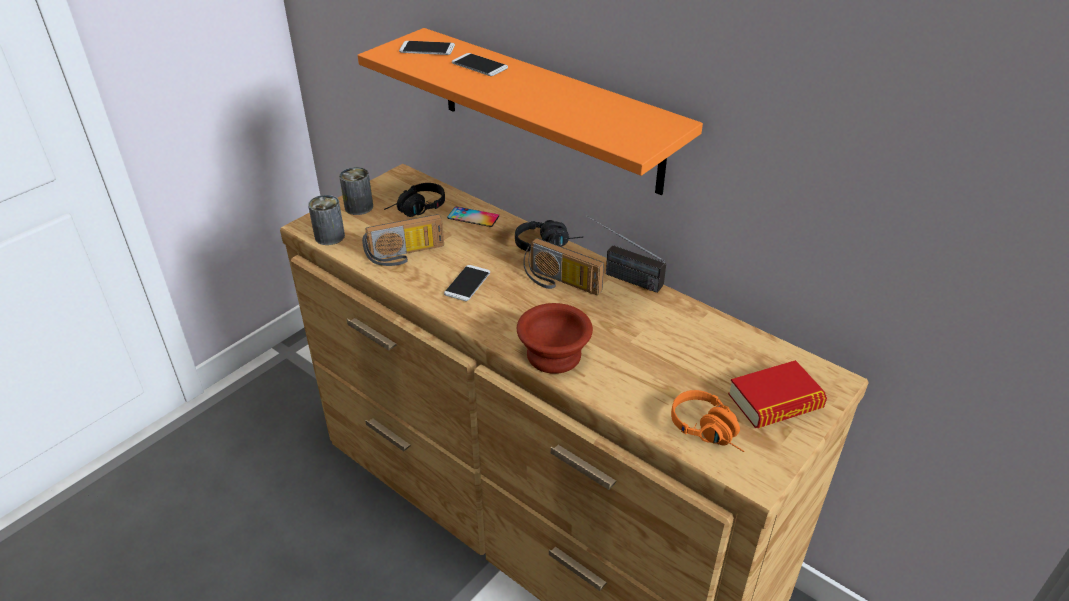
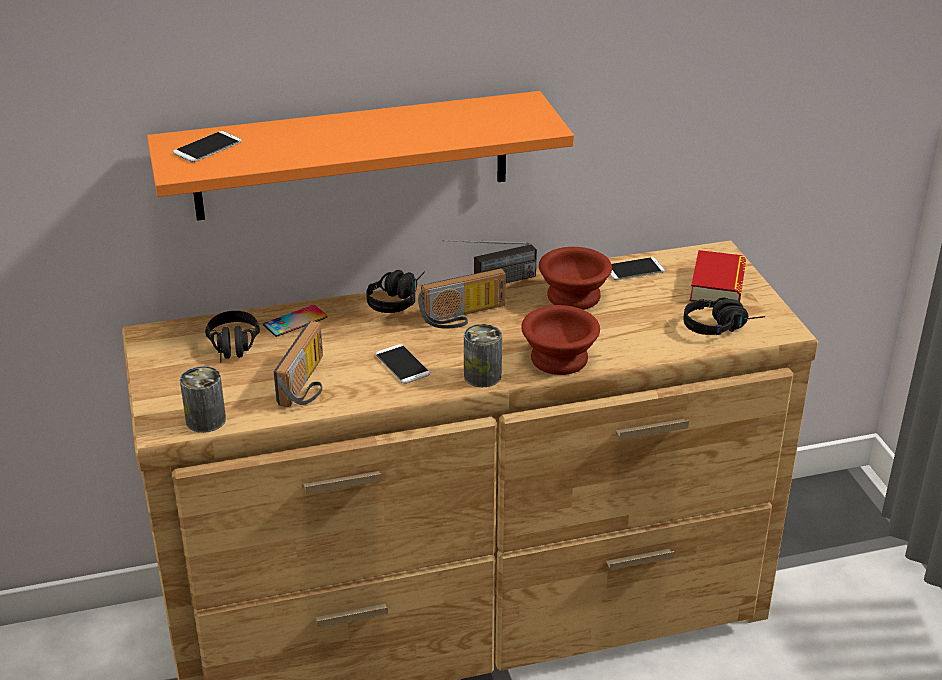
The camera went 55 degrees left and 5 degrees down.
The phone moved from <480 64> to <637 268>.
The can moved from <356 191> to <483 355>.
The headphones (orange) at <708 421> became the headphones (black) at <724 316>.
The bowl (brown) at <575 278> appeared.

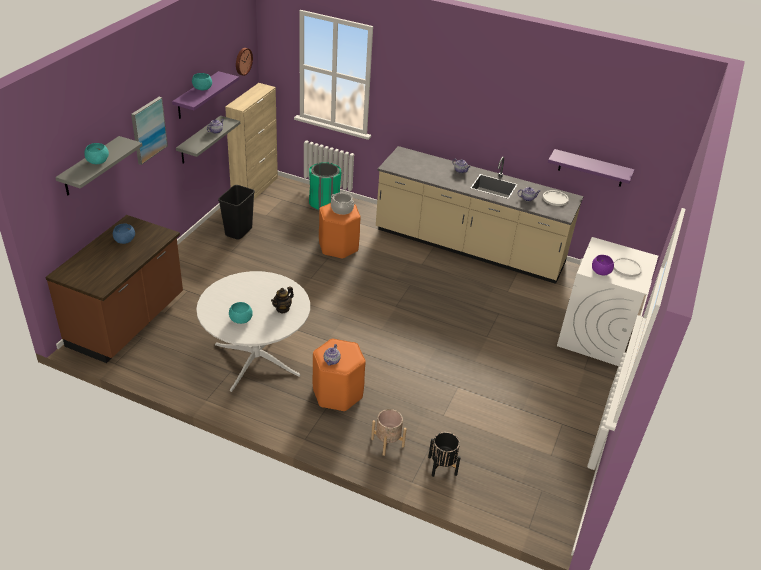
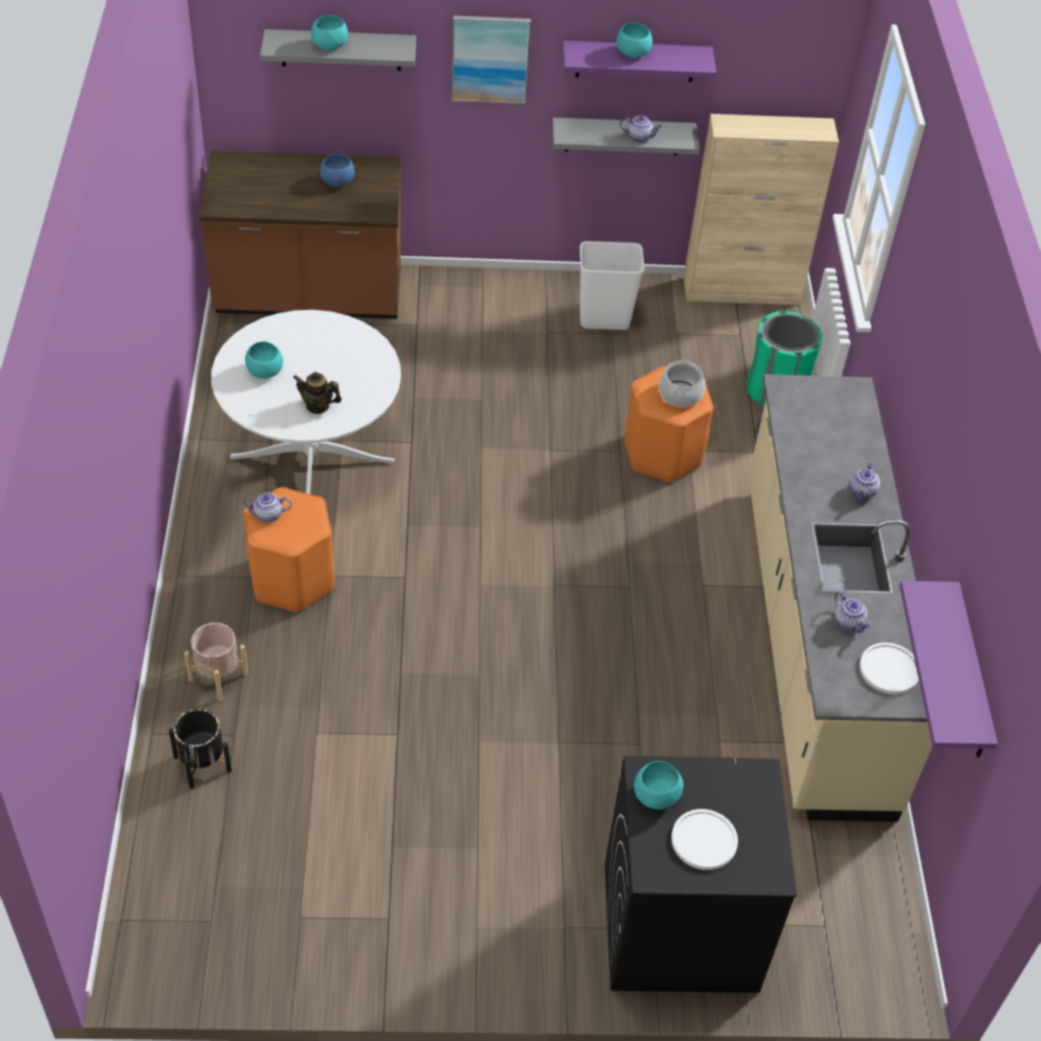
The camera went 65 degrees right and 10 degrees up.
The wall clock at <244 62> disappeared.
The trash can (black) at <236 212> became the trash can (white) at <612 285>.
The washing machine (white) at <607 301> became the washing machine (black) at <701 874>.
The bowl (purple) at <603 265> became the bowl (turquoise) at <659 785>.

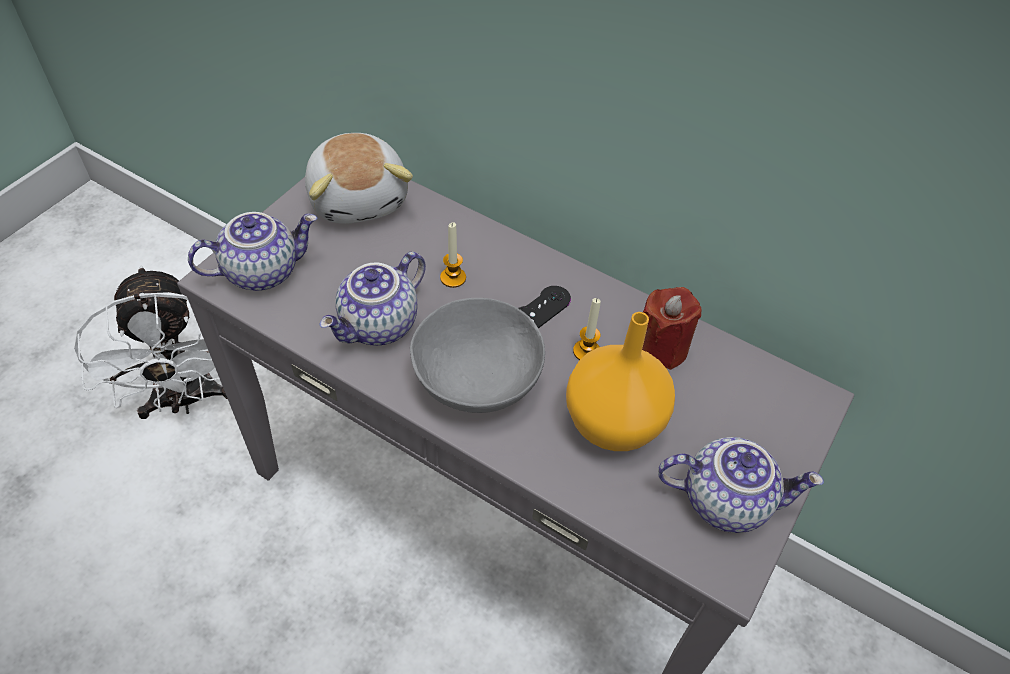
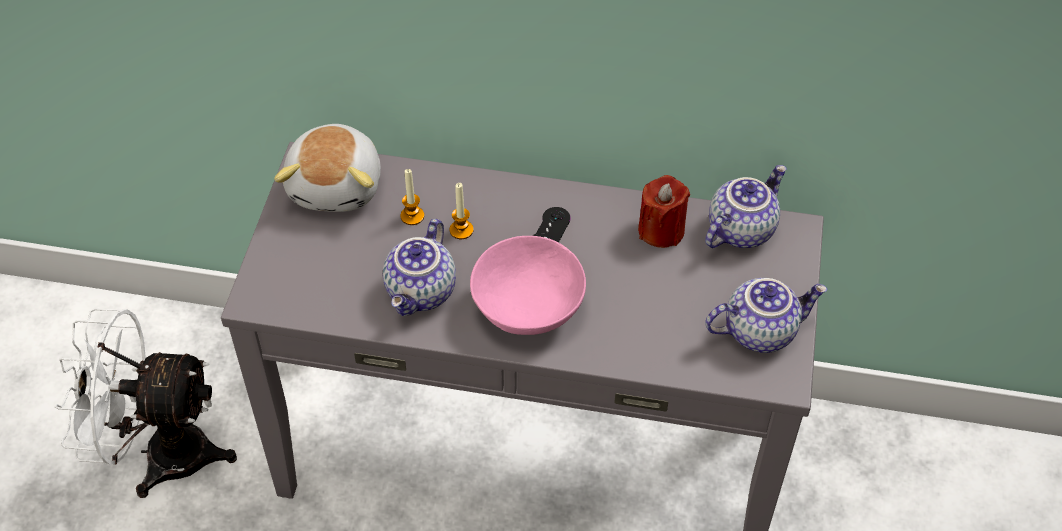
The camera went 20 degrees left and 0 degrees up.
The plush toy at <359 178> turned 45 degrees clockwise.
The teapot moved from <252 251> to <746 206>.
The fan (white) at <150 342> turned 135 degrees clockwise.
The bowl (grey) at <477 355> became the bowl (pink) at <528 285>.
The candle moved from <587 329> to <412 197>.
The vase (orange) at <620 381> disappeared.

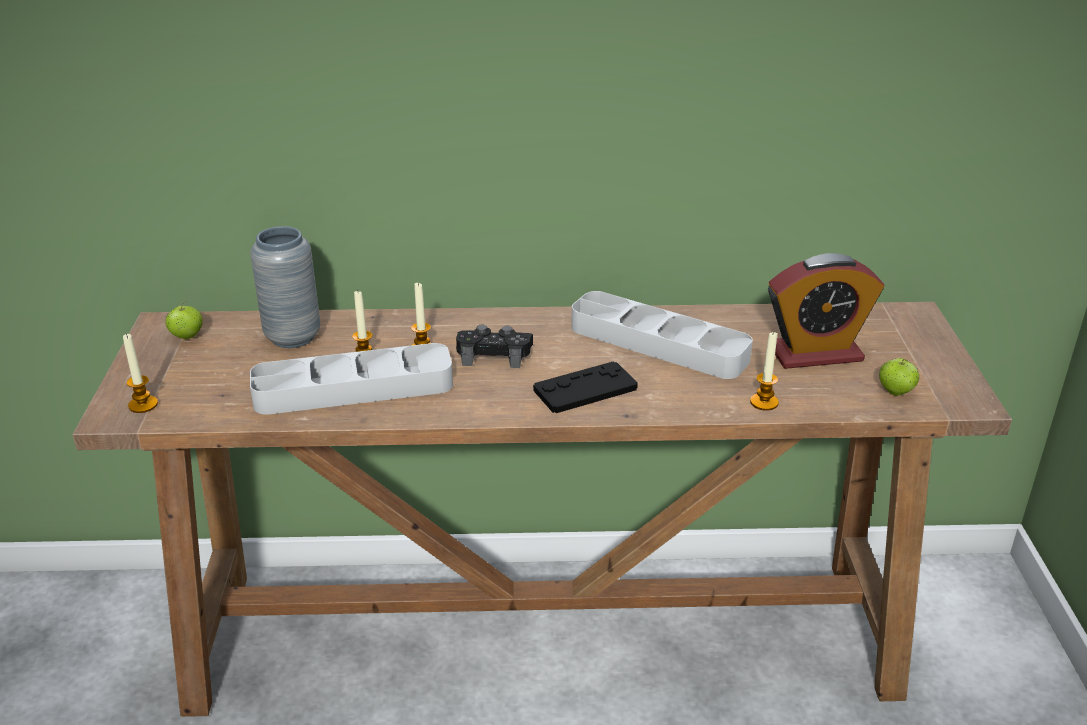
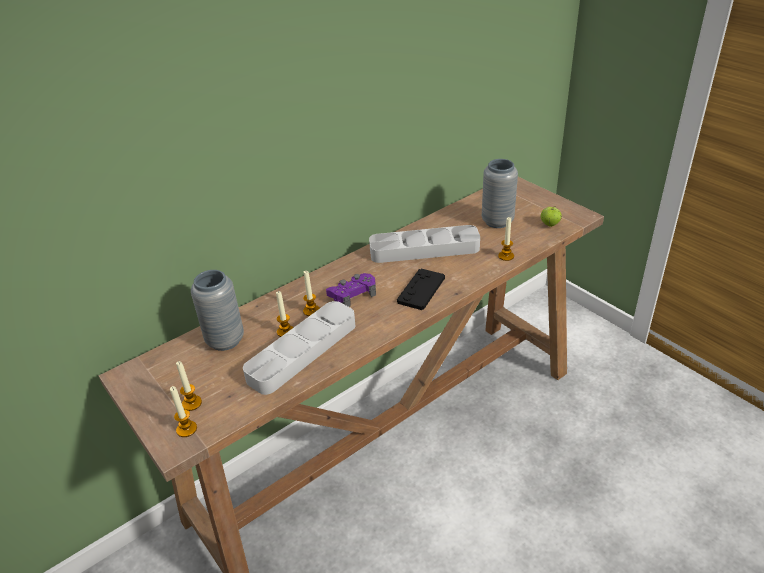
The camera went 35 degrees left and 5 degrees up.
The alarm clock at <826 311> was replaced by the vase (grey) at <500 193>.
The apple at <184 320> disappeared.
The game controller (black) at <494 346> became the game controller (purple) at <351 290>.
The candle at <189 386> appeared.

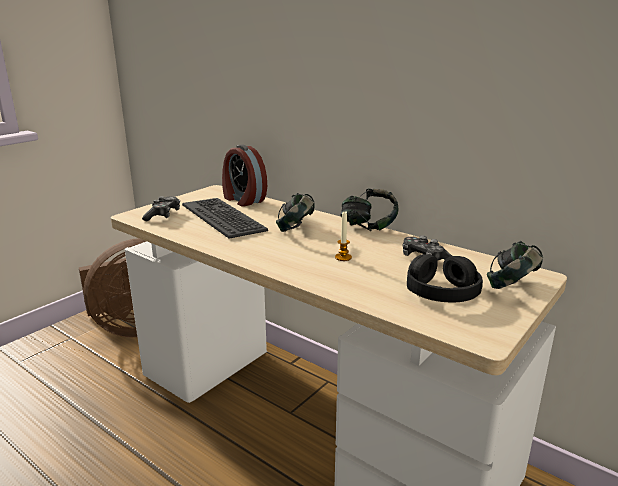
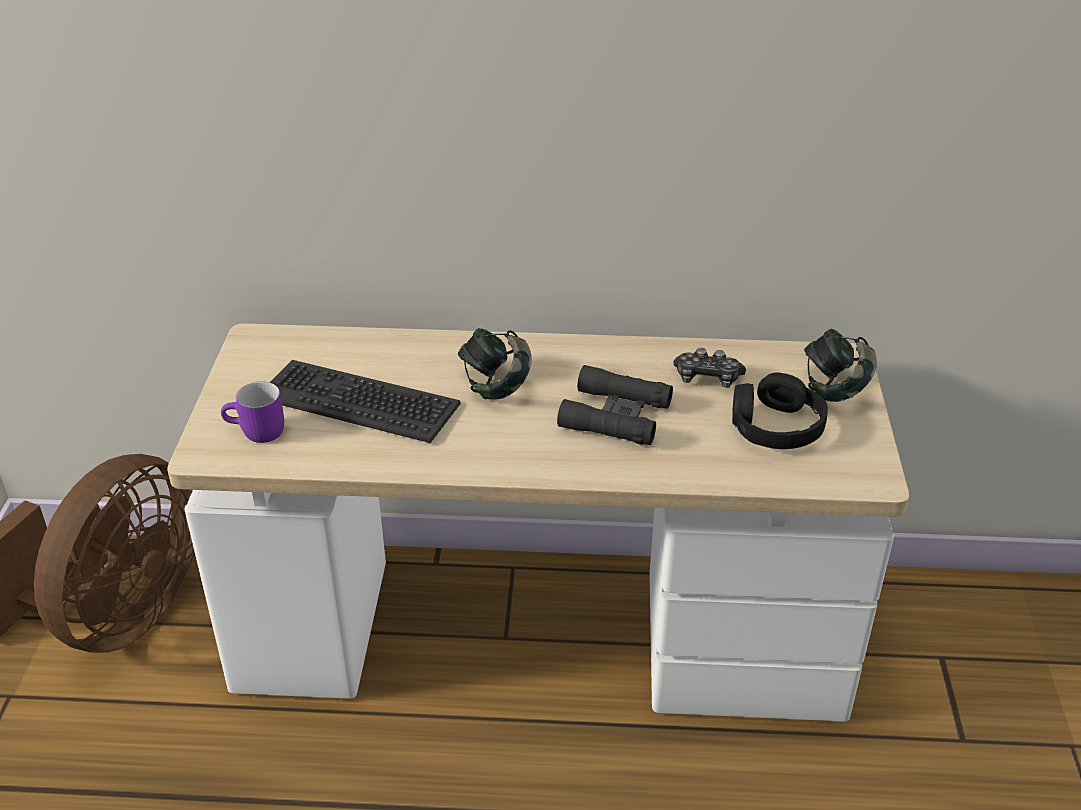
The camera went 35 degrees left and 15 degrees up.
The alarm clock at <244 175> disappeared.
The headphones at <369 210> disappeared.
The game controller at <161 208> was replaced by the mug (purple) at <252 412>.
The candle at <343 236> was replaced by the binoculars (black) at <615 405>.

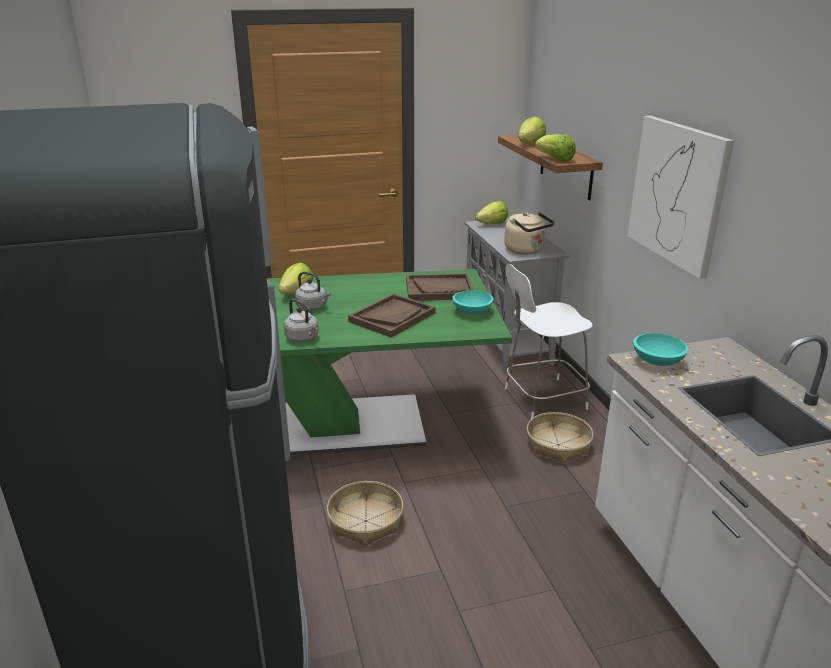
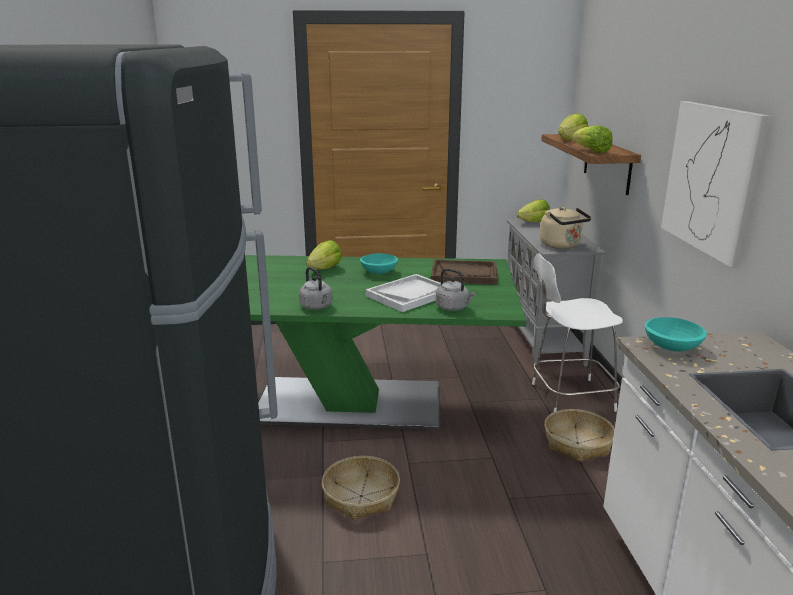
The camera went 10 degrees right and 5 degrees down.
The kettle (grey) moved from <313 291> to <456 289>.
The bowl (turquoise) moved from <473 302> to <379 263>.
The tray (brown) at <391 315> became the tray (white) at <403 293>.

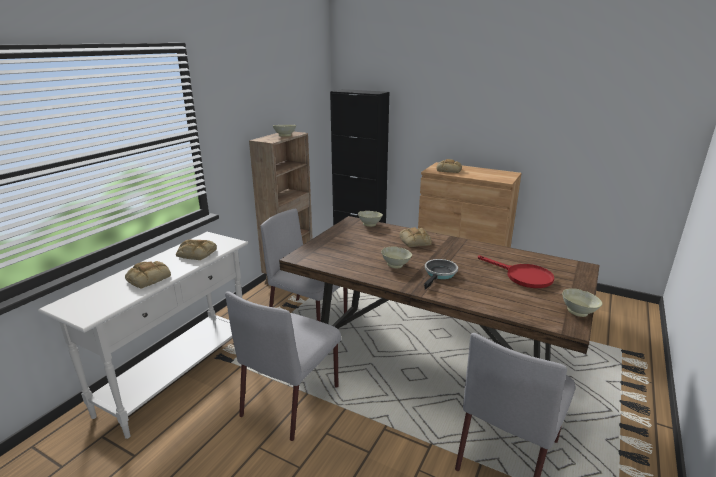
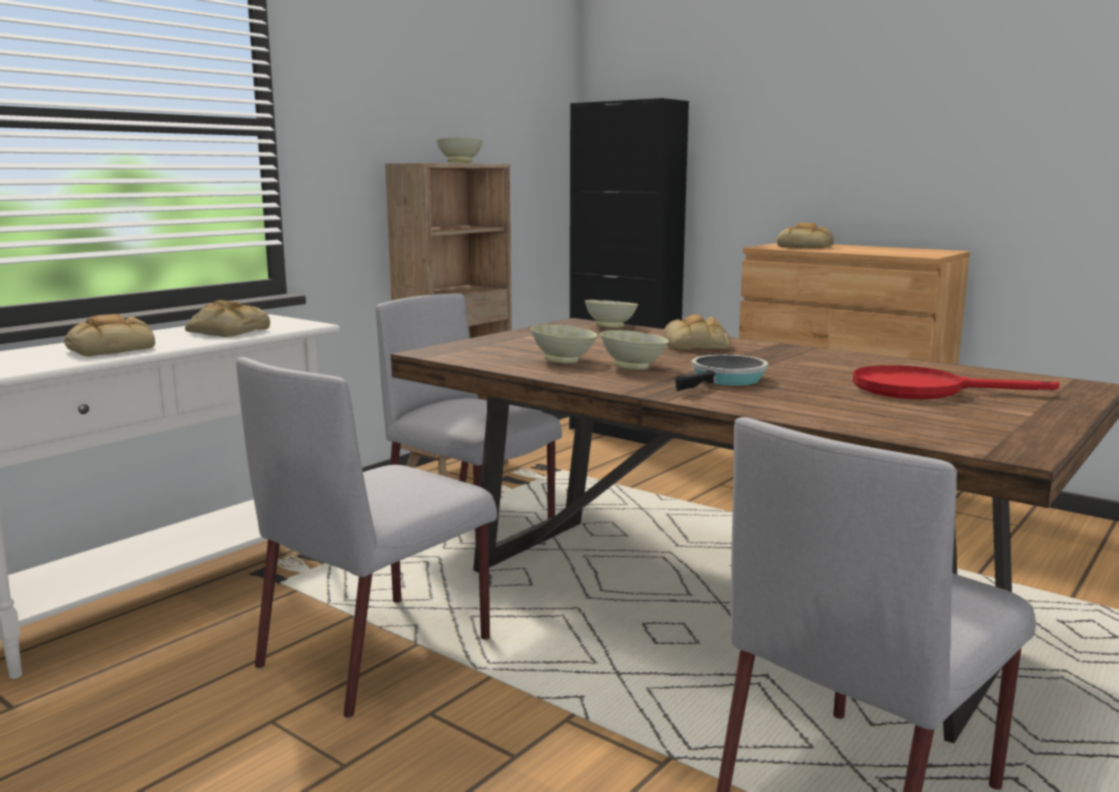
The camera went 10 degrees right and 10 degrees down.
The frying pan (red) at <516 271> turned 135 degrees clockwise.
The bowl (beige) moved from <582 302> to <564 343>.

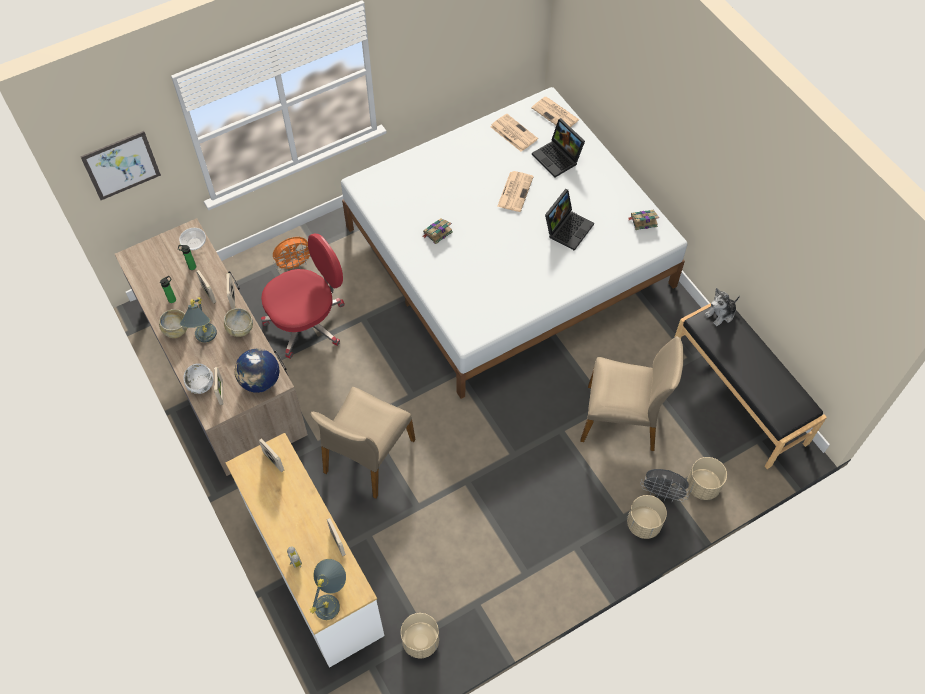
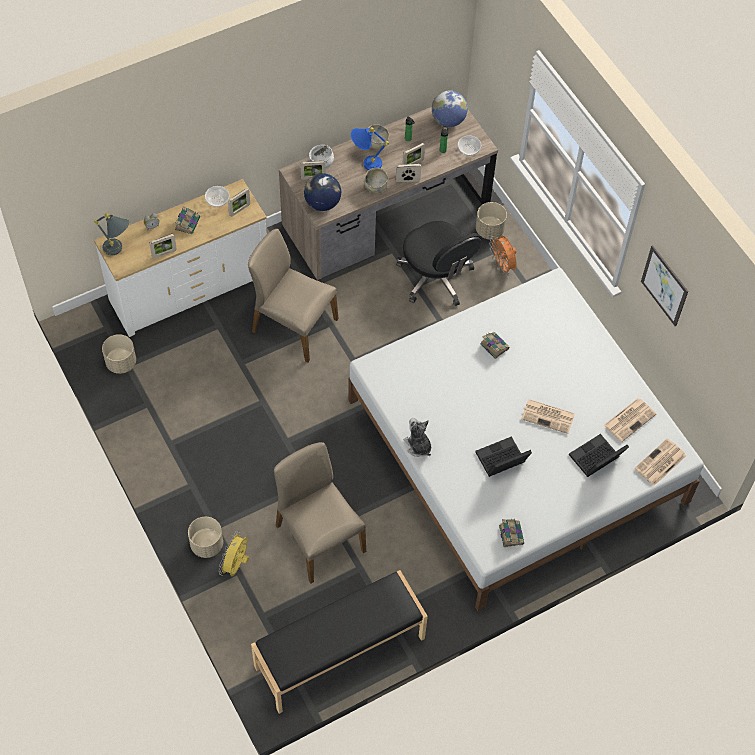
The camera went 90 degrees right and 0 degrees up.
The picture moved from <120 165> to <664 285>.
The laptop at <569 220> turned 120 degrees clockwise.
The office chair (red) at <303 296> became the office chair (black) at <438 263>.
The plush toy moved from <722 307> to <417 437>.
The table lamp (grey) at <198 320> became the table lamp (blue) at <370 148>.
The chair (beige) at <632 393> turned 135 degrees clockwise.
The planter (beige) moved from <707 478> to <491 220>.
The fan (grey) at <665 485> became the fan (yellow) at <234 554>.
The globe at <450 108> appeared.
The bowl at <217 196> appeared.
The book at <187 220> appeared.

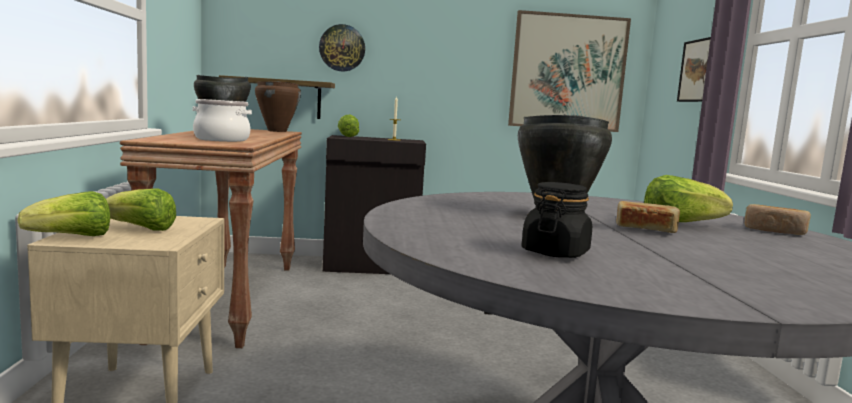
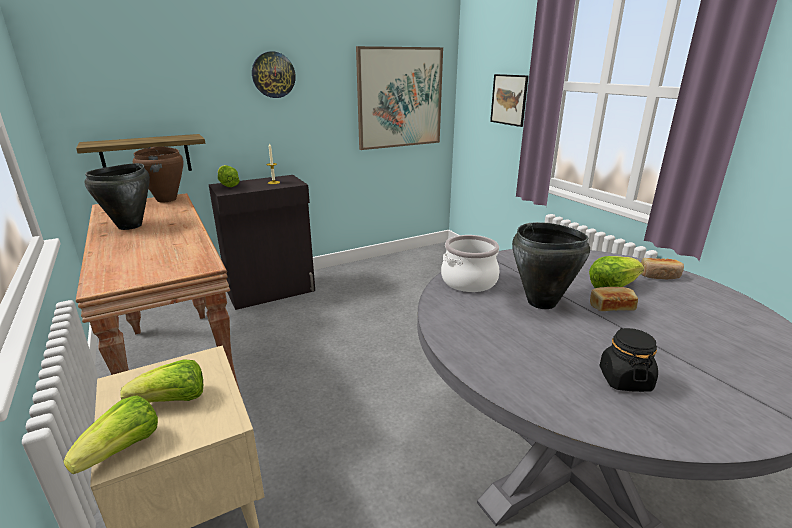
The camera went 25 degrees left and 15 degrees up.
The wall clock moved from <342 48> to <274 74>.
The cooking pot moved from <222 120> to <470 263>.

